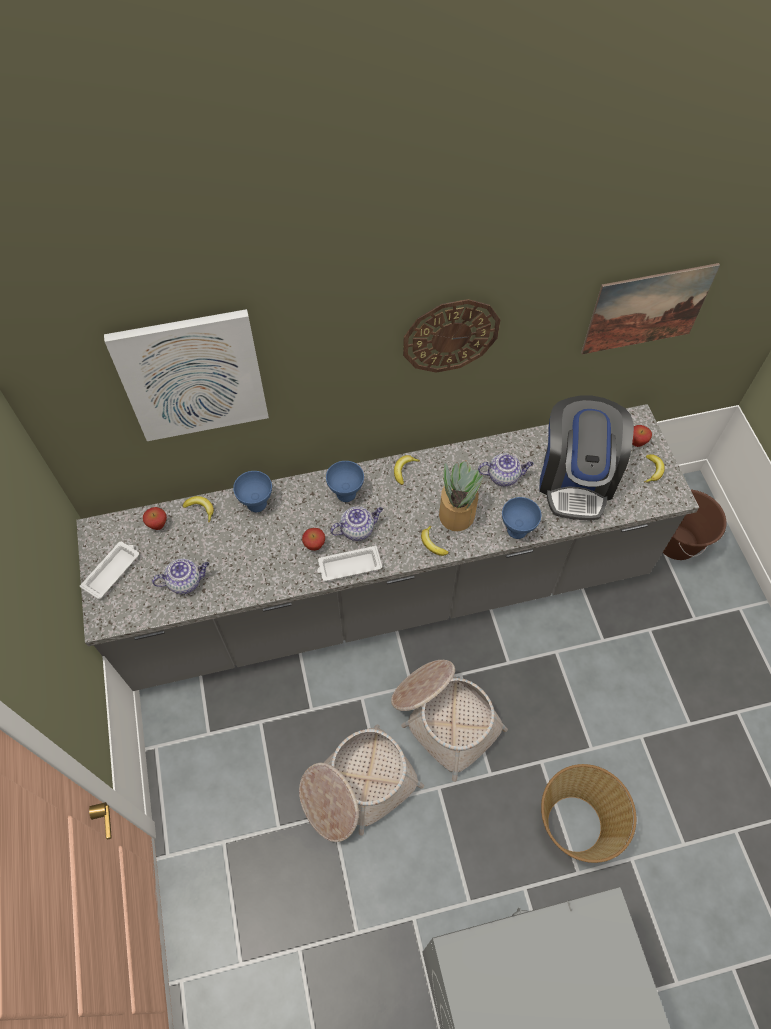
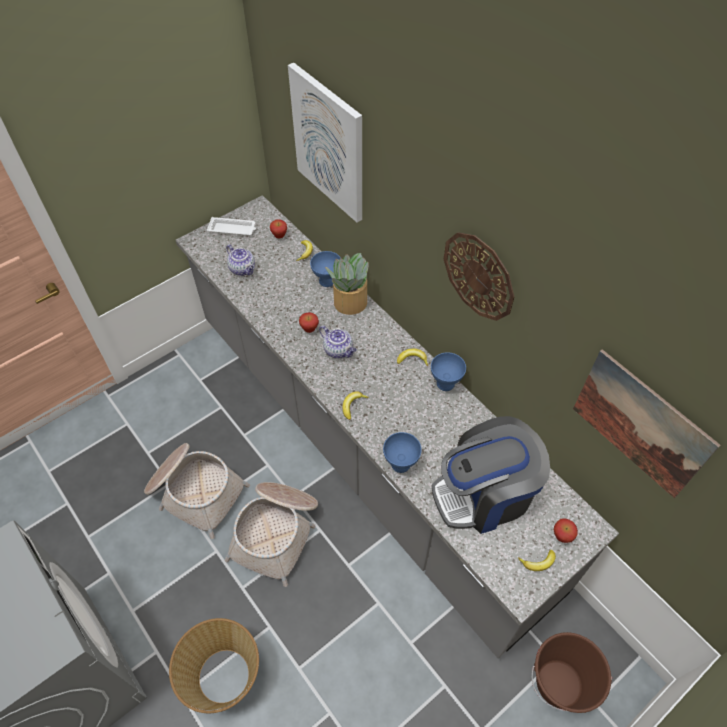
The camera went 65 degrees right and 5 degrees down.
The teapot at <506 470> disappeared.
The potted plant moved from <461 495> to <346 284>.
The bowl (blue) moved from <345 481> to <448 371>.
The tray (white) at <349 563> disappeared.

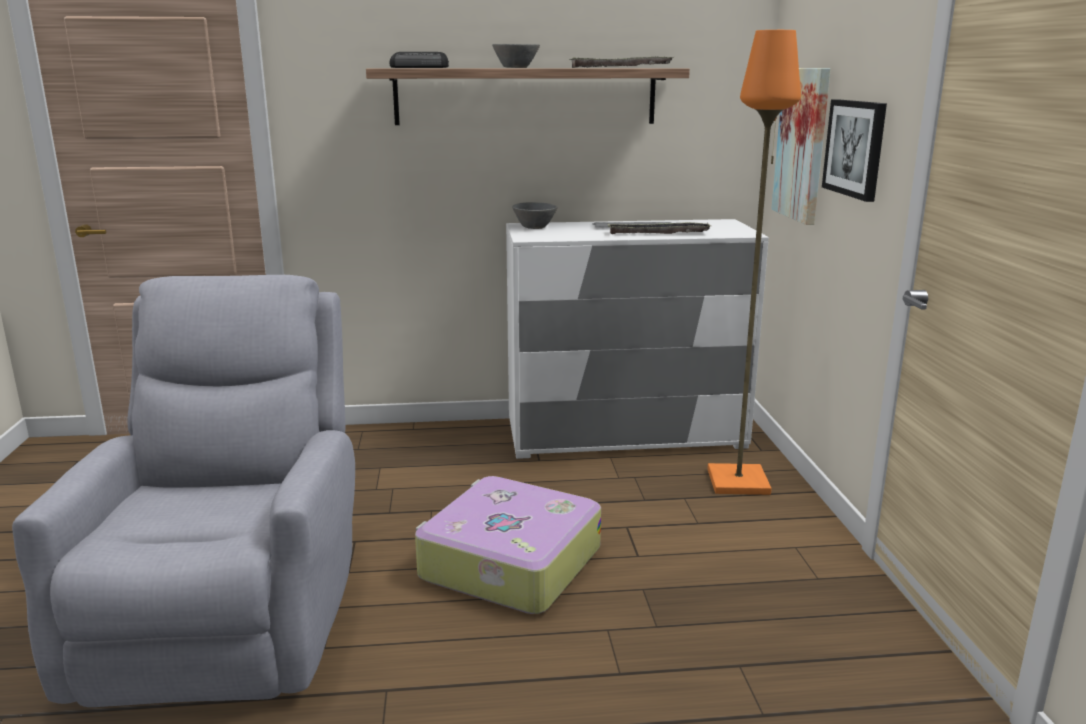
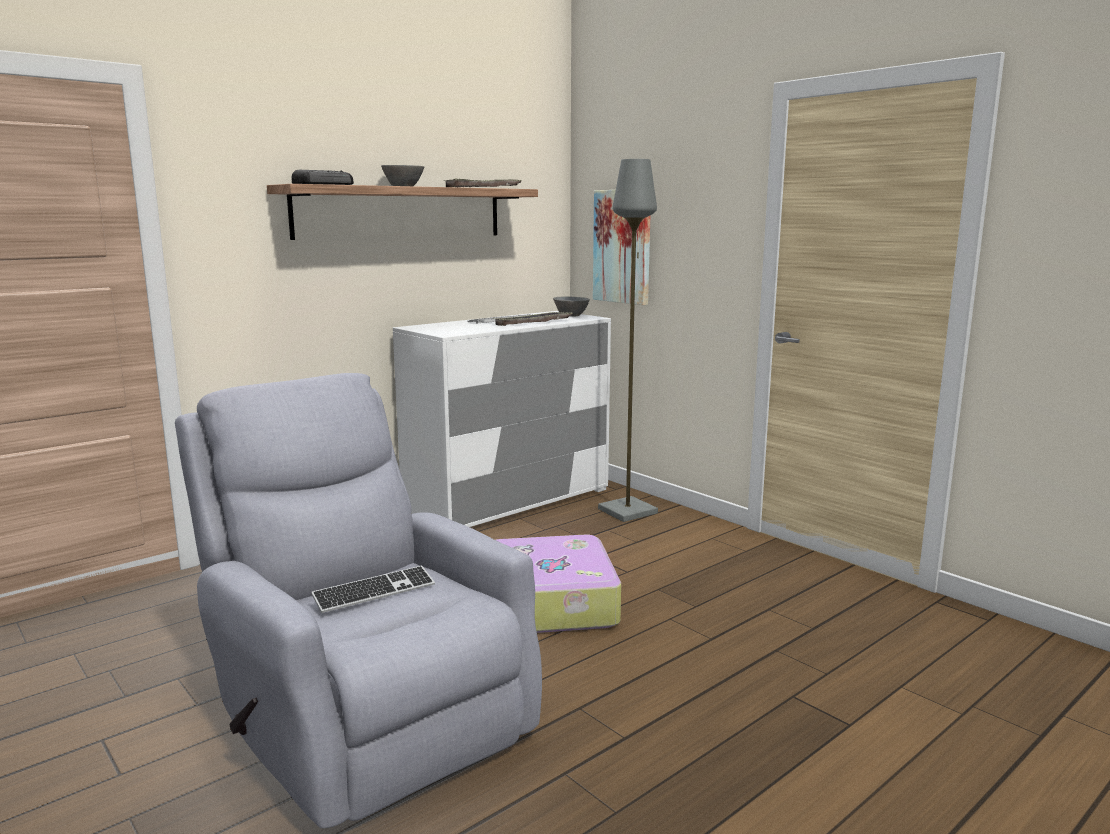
The camera went 35 degrees left and 5 degrees down.
The floor lamp (orange) at <754 262> became the floor lamp (grey) at <628 340>.
The picture at <854 150> disappeared.
The bowl (grey) moved from <535 215> to <571 306>.
The keyboard at <373 589> appeared.

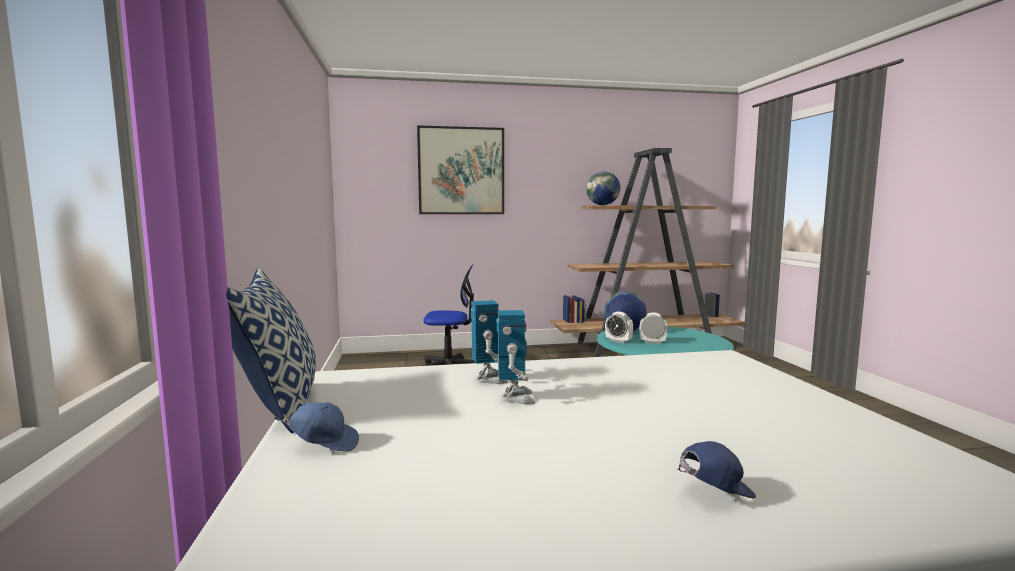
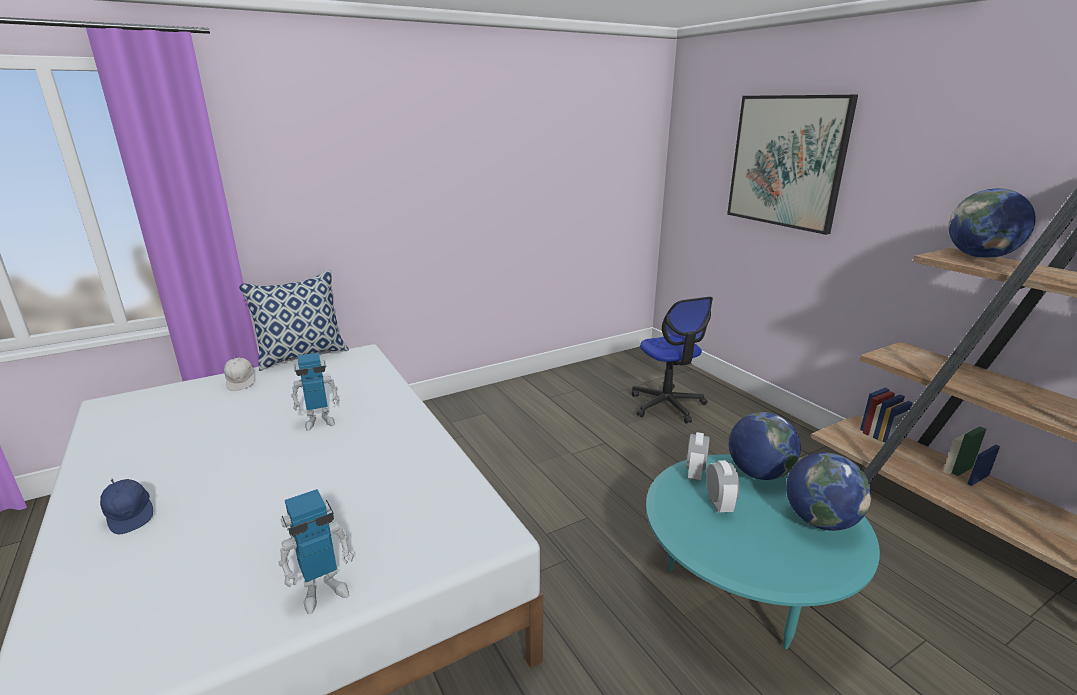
The camera went 70 degrees right and 15 degrees up.
The toy robot moved from <490 342> to <316 551>.
The cap (blue) at <316 427> became the cap (white) at <239 374>.
The globe at <828 491> appeared.

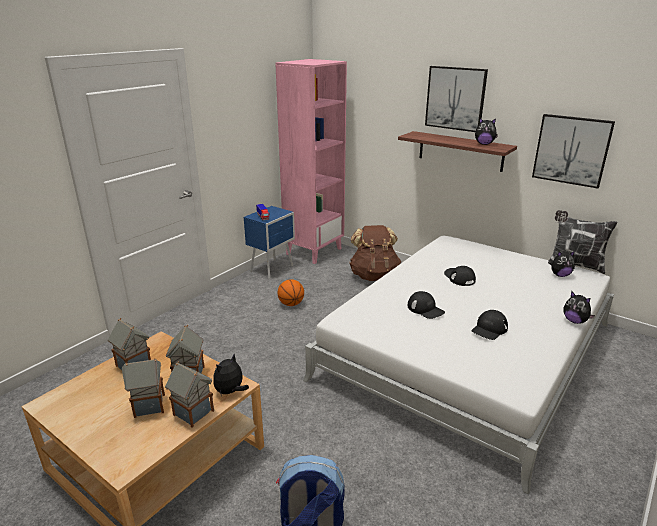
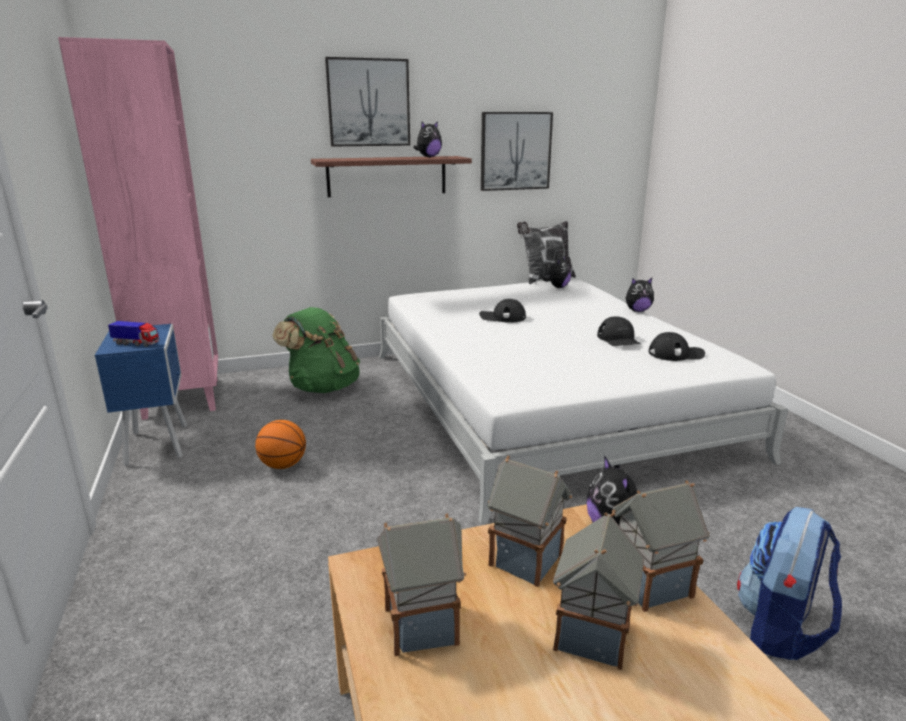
The camera went 55 degrees left and 5 degrees down.
The backpack (brown) at <375 253> became the backpack (green) at <316 350>.
The cap (black) moved from <426 305> to <677 346>.

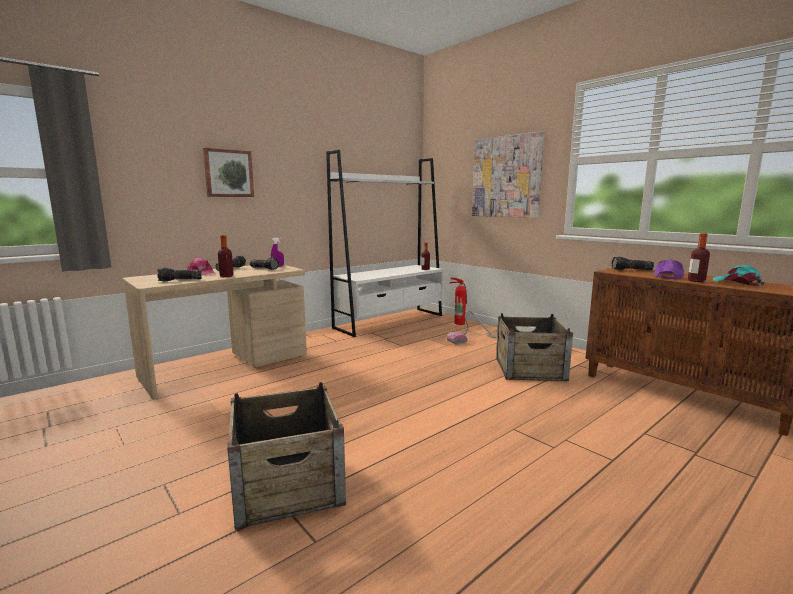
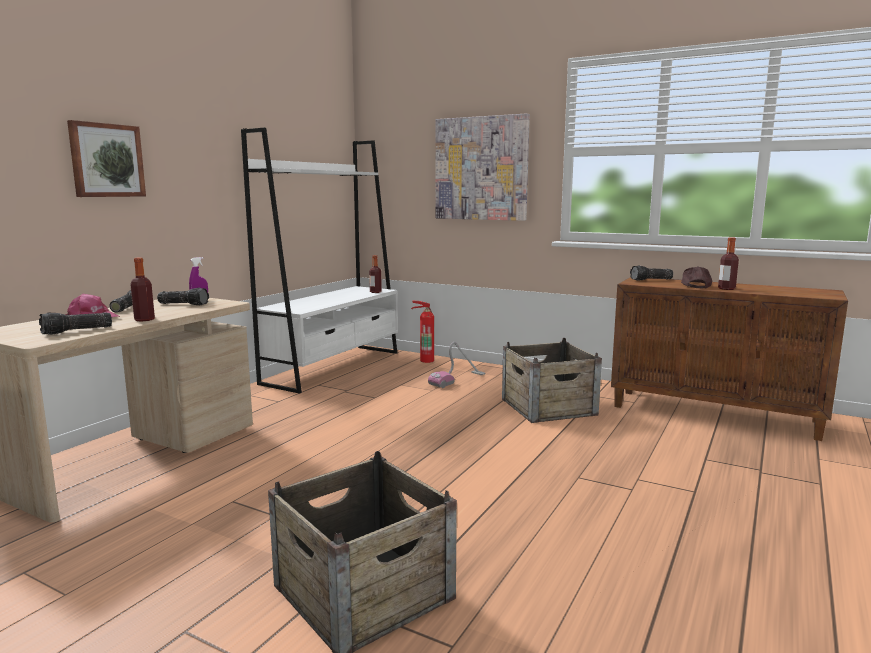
The camera went 20 degrees left and 0 degrees up.
The cap (purple) at <669 269> became the cap (brown) at <696 277>.
The cap (turquoise) at <738 275> disappeared.

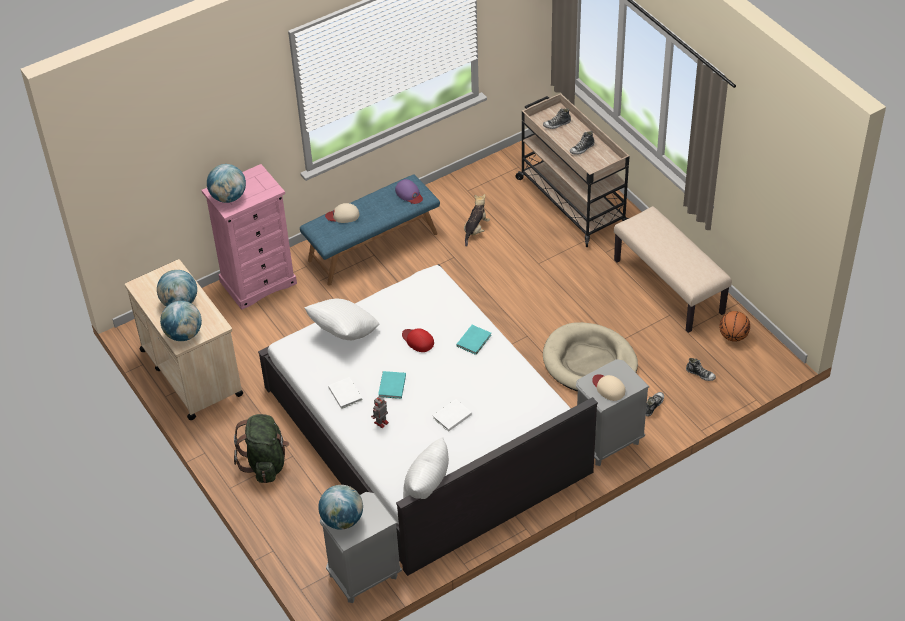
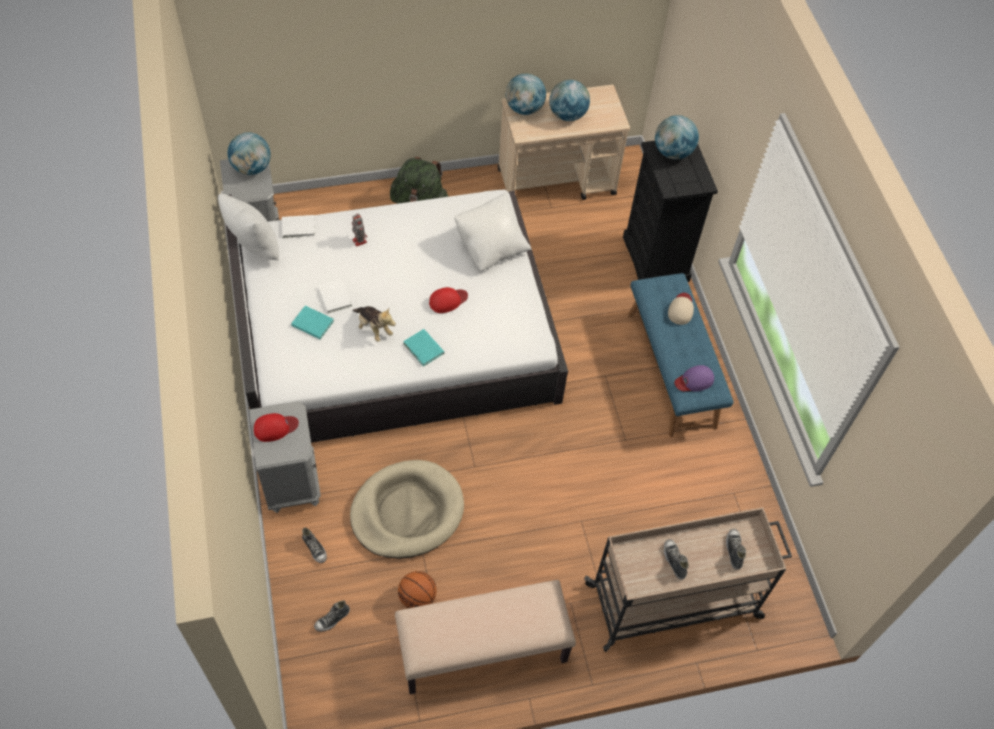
The camera went 105 degrees right and 10 degrees up.
The dresser (pink) at <249 237> became the dresser (black) at <670 211>.
The plush toy moved from <477 220> to <374 324>.
The basketball moved from <734 326> to <417 589>.
The book (turquoise) moved from <392 385> to <312 322>.
The cap (beige) at <608 387> became the cap (red) at <276 427>.
The book (white) moved from <345 393> to <298 226>.

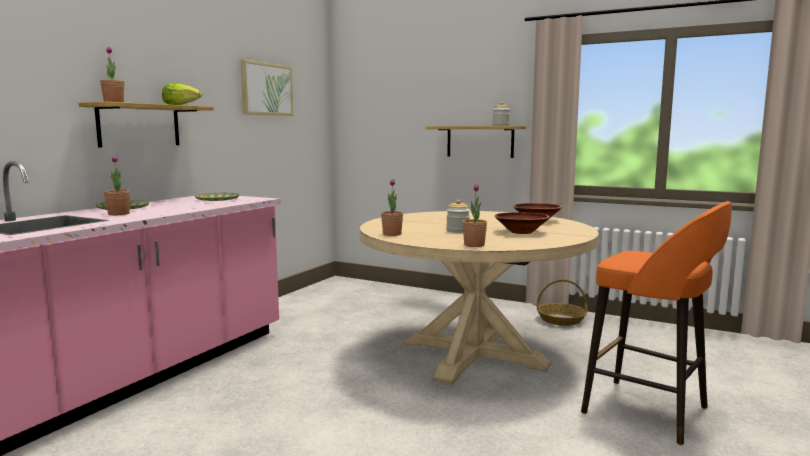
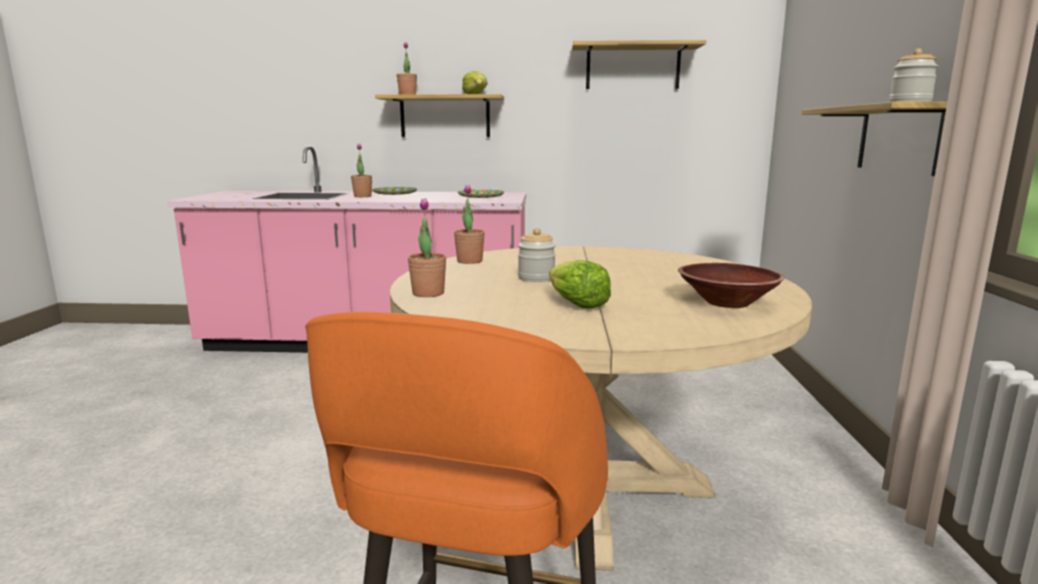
The camera went 65 degrees right and 5 degrees up.
The picture at <267 87> was replaced by the shelf at <639 64>.
The bowl (brown) at <522 223> was replaced by the lettuce at <580 284>.
The basket at <562 302> disappeared.

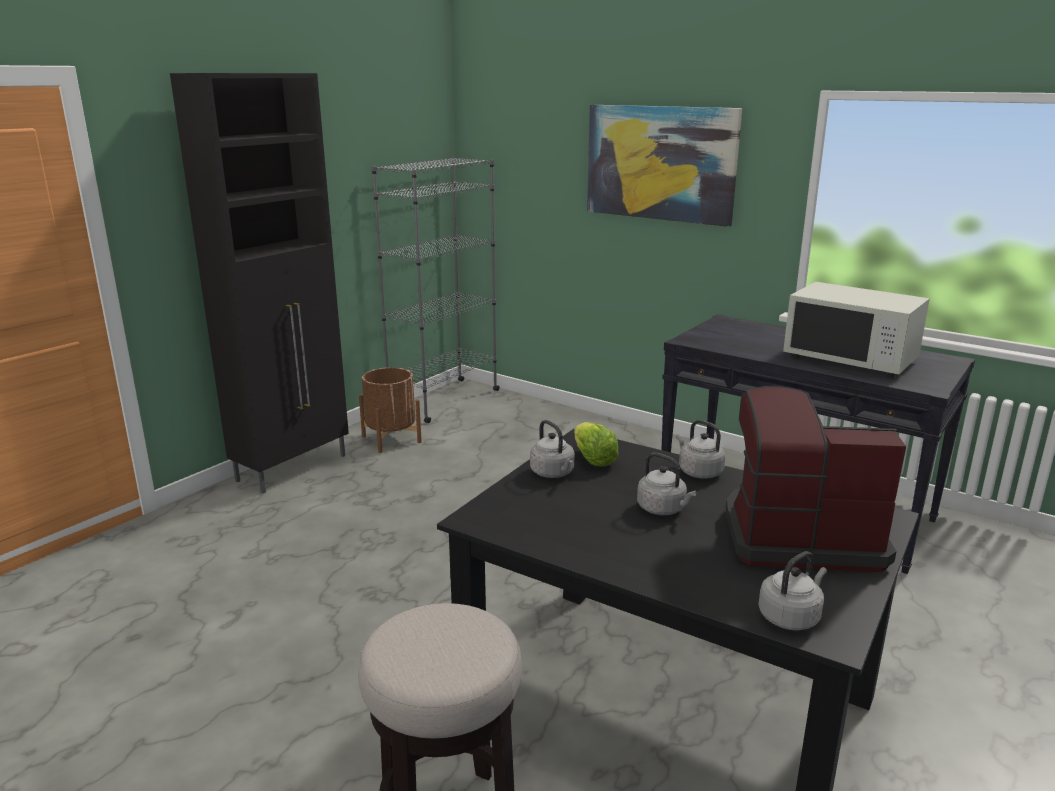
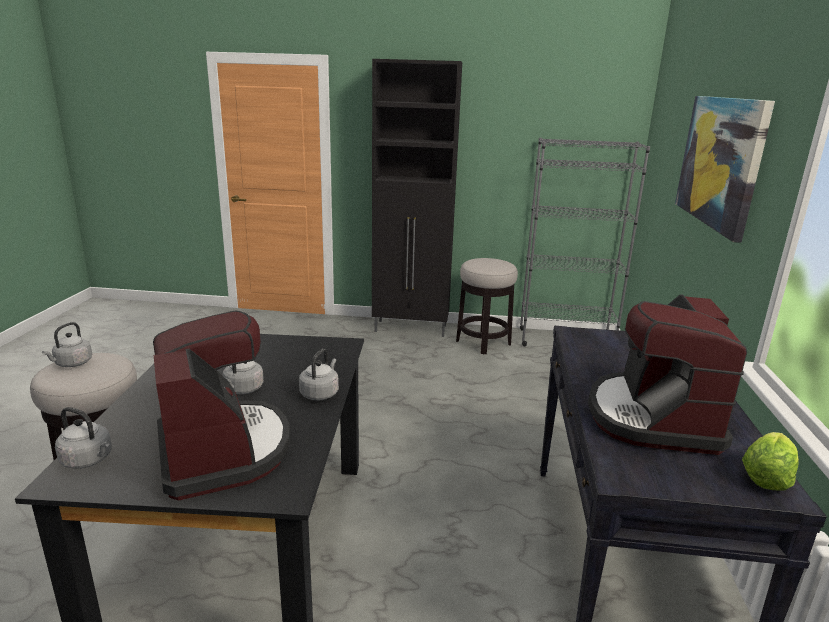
The camera went 60 degrees right and 0 degrees up.
The microwave (white) at <856 330> was replaced by the coffee machine at <667 374>.
The planter (brown) at <390 410> was replaced by the stool at <487 306>.
The kettle (grey) moved from <552 449> to <67 344>.
The lettuce moved from <596 444> to <770 461>.

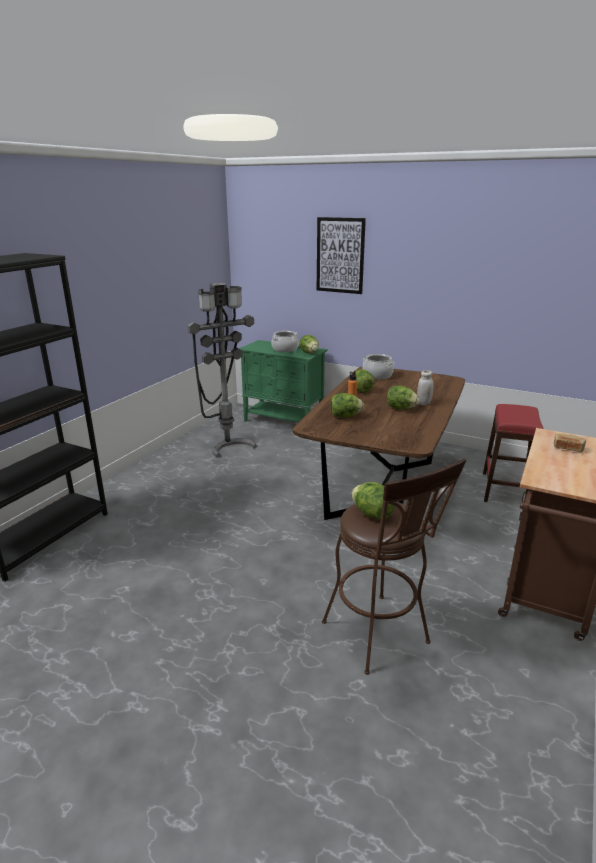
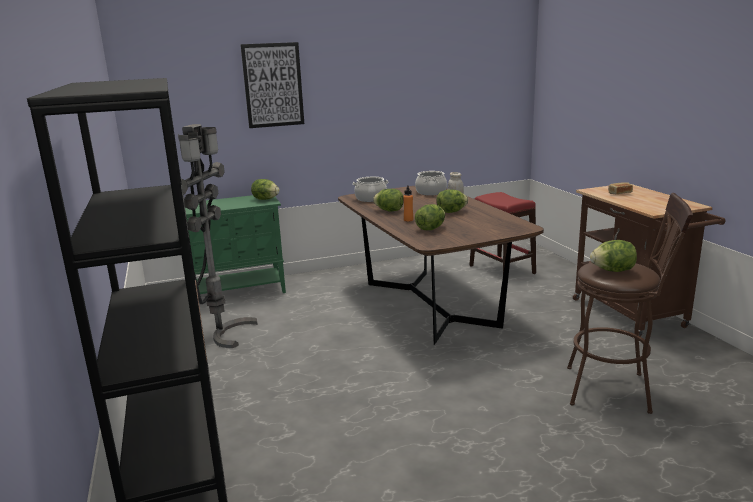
The camera went 45 degrees left and 5 degrees down.
The cooking pot moved from <285 341> to <431 183>.

